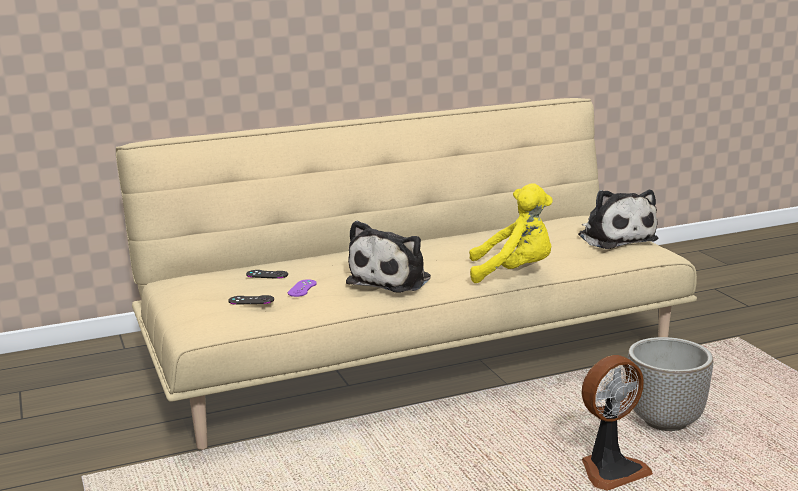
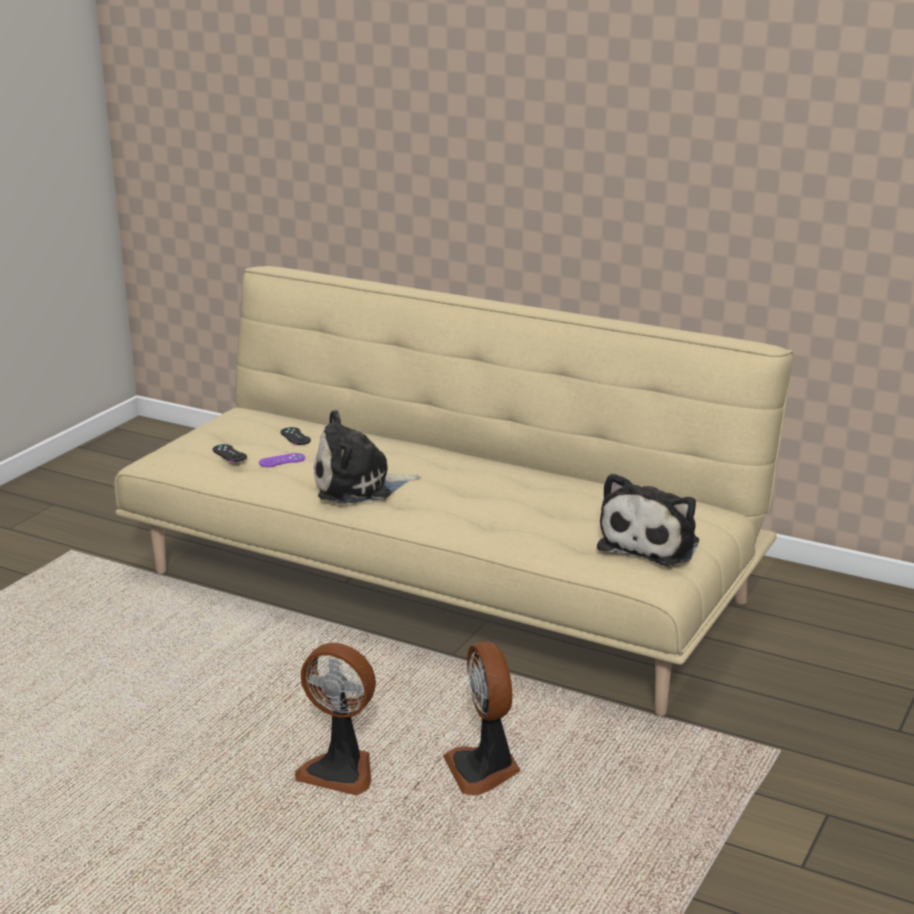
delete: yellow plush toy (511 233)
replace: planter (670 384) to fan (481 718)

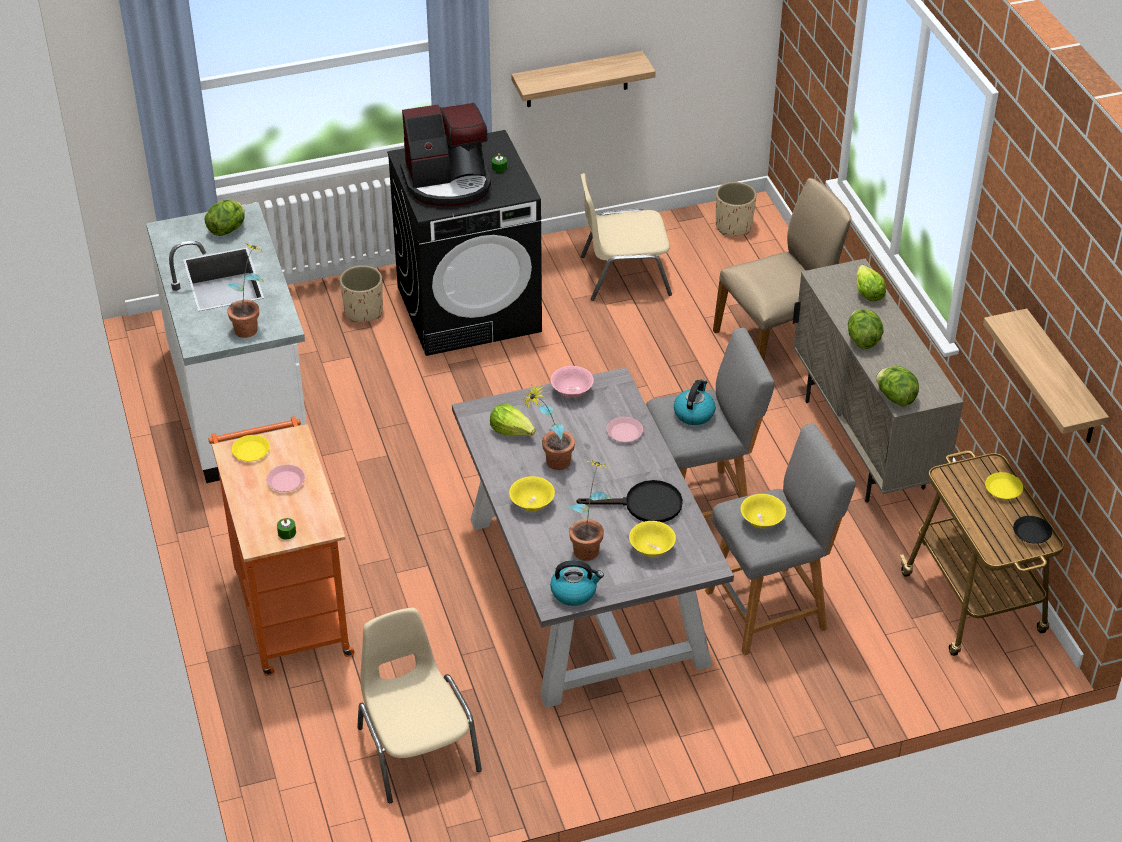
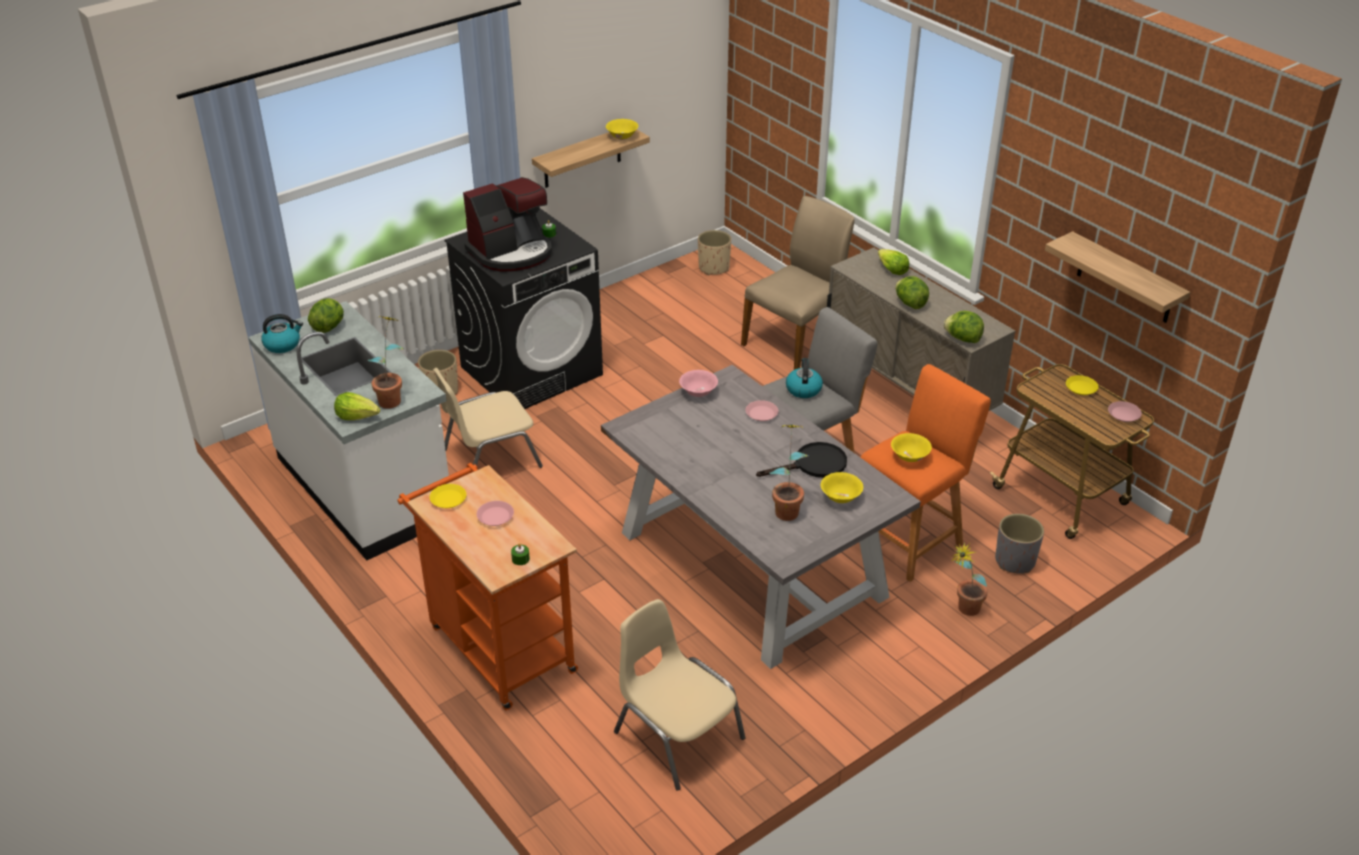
insert: grey planter (1019 544)
move: kettle (577 583) to (282 333); lettuce (513 420) to (357 406); beige chair (626 237) to (488 418); yellow bowl (532 493) to (622 129); potted plant (549 427) to (969 579)
recolor: grey stool (780 539) to orange stool (925 473); black plate (1032 530) to pink plate (1125 411)

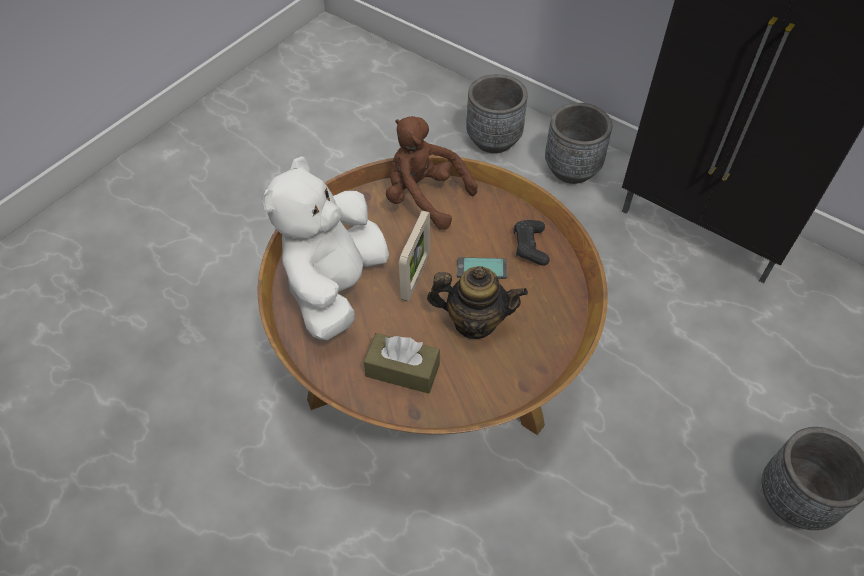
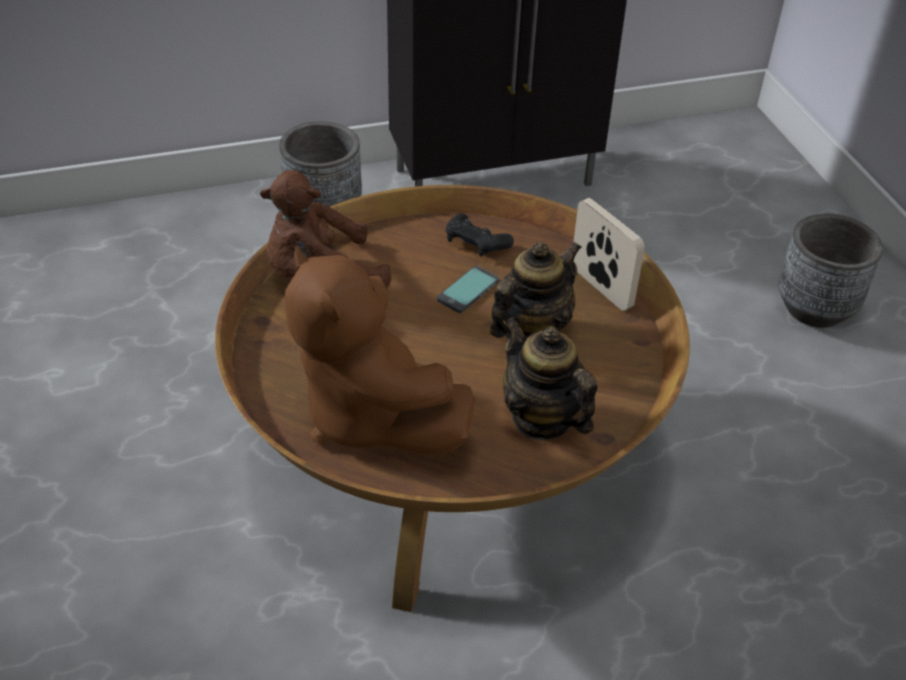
delete: grey planter (497 113)
move: picture frame (414 255) to (609 254)
replace: brown tissue box (402 363) to teapot (550 378)
recolor: white plush toy (325 248) to brown plush toy (380 349)

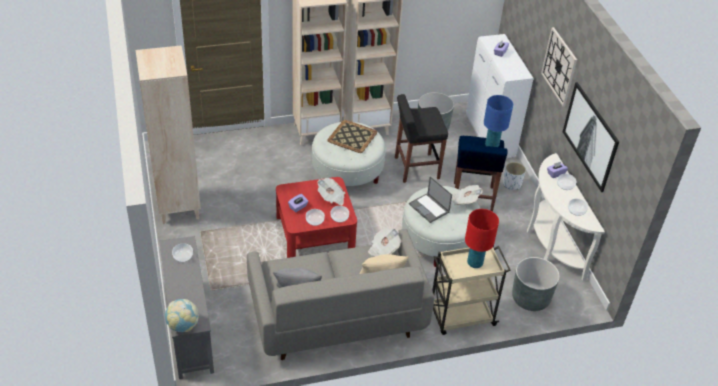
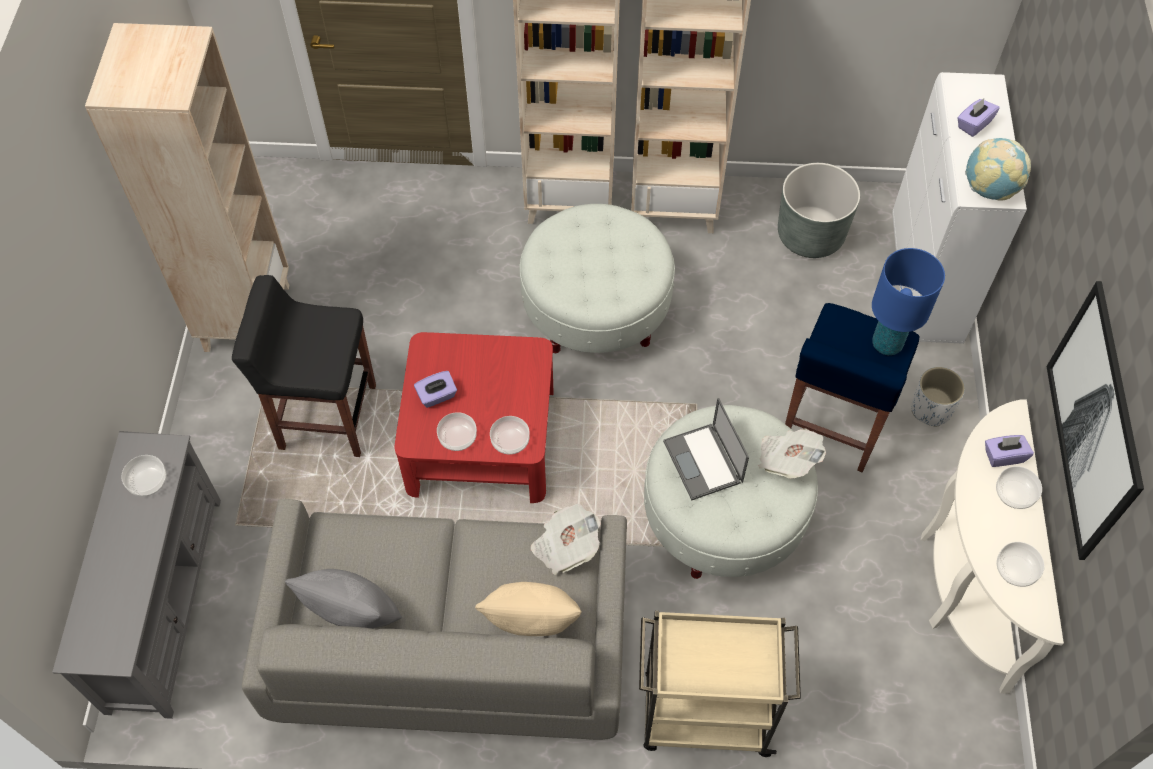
delete: newspaper (331 191); tray (352 136); red table lamp (482 238); grey planter (536 284); wall clock (559 67)
move: black stool (421 138) to (304 366); globe (182 315) to (998 169)

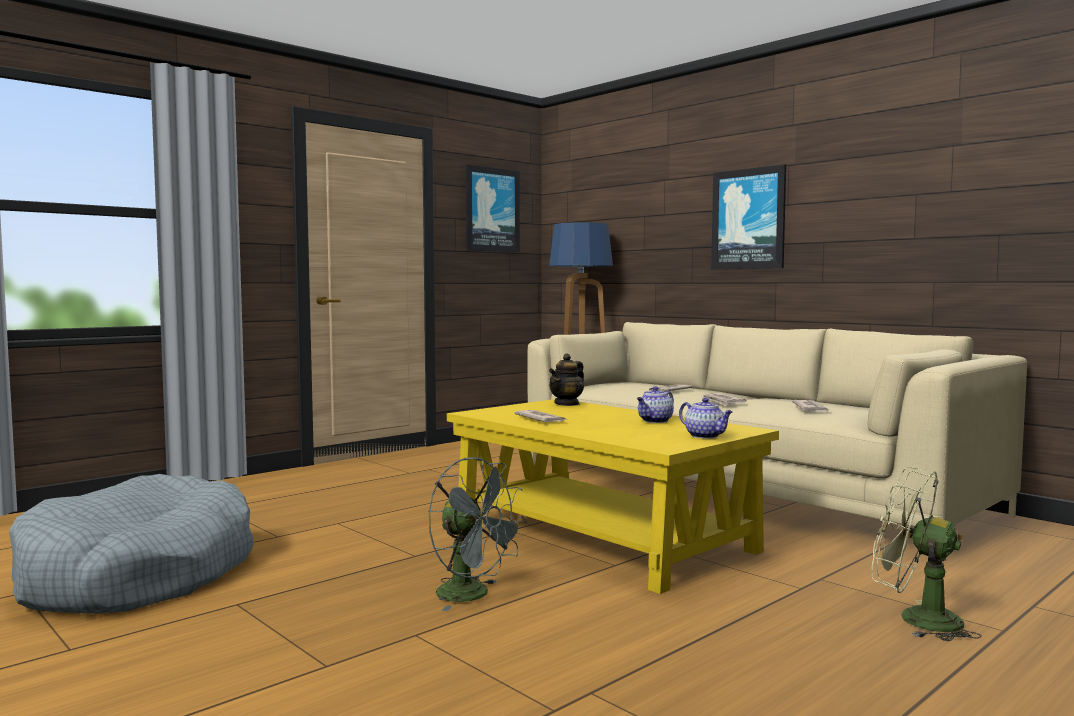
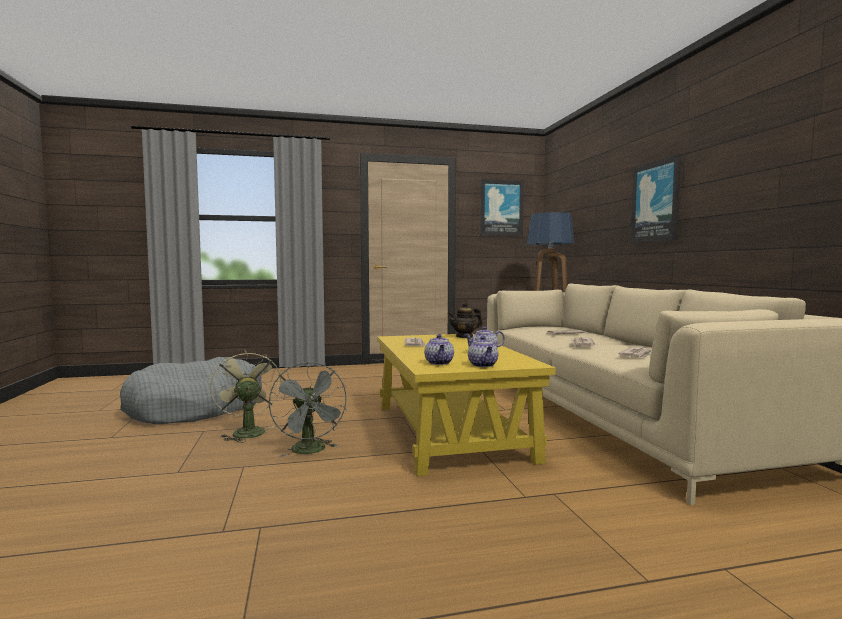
insert: teapot (439 349)
move: green fan (926 554) to (246 396)

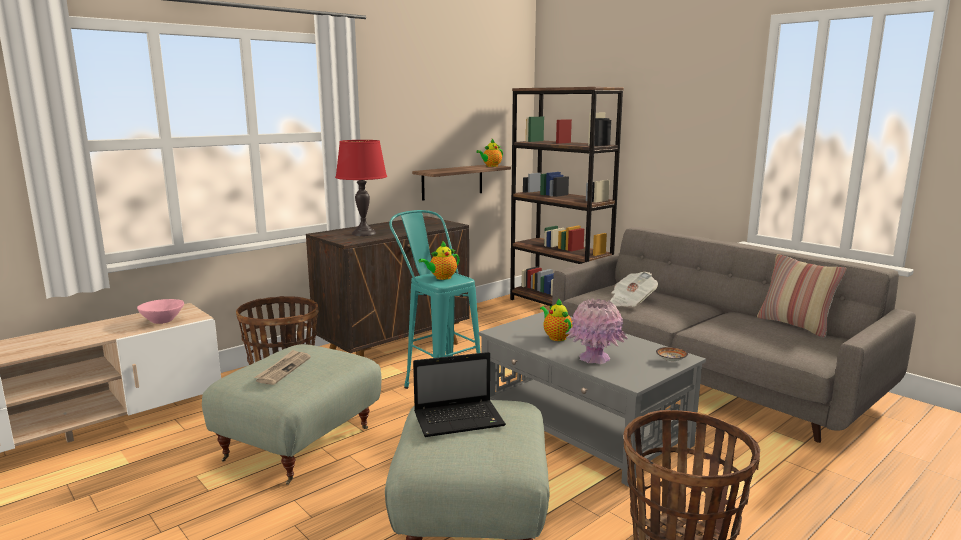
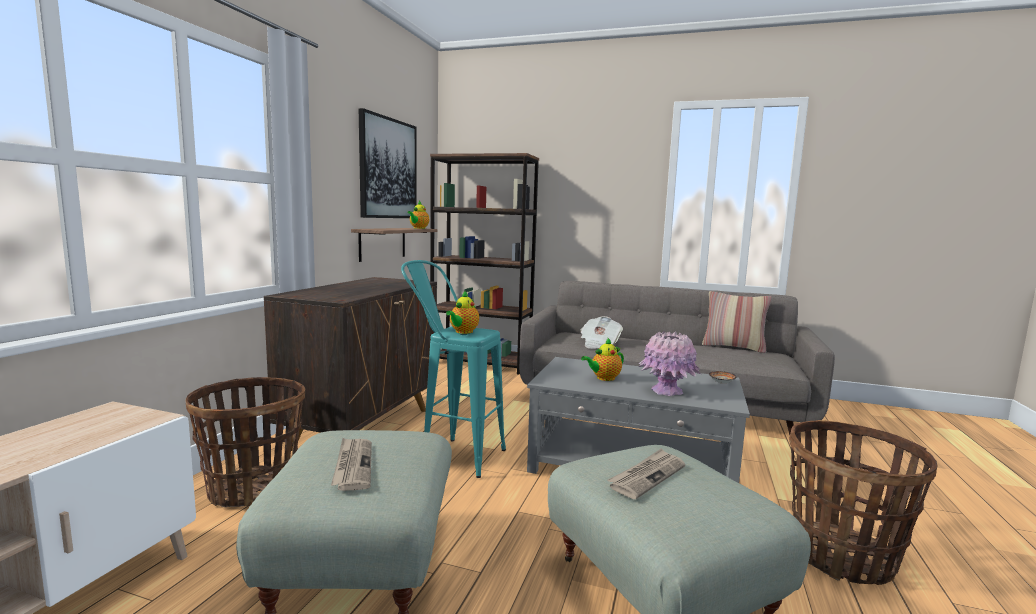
delete: pink bowl (160 311); red table lamp (361 188)
insert: picture (388 163)
replace: laptop (459 394) to newspaper (646 473)
rotate: teapot (556 320) = (602 359) 60 degrees counterclockwise

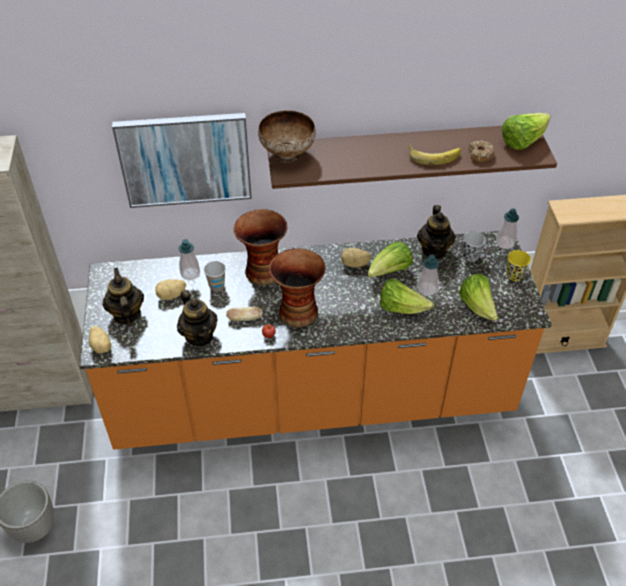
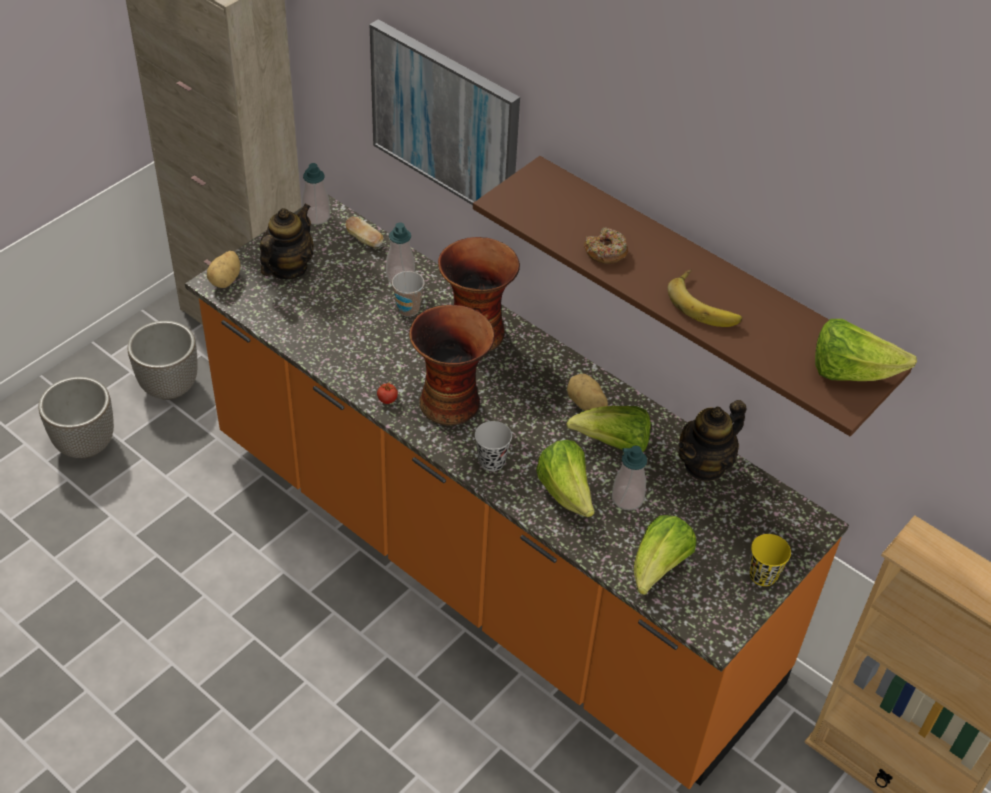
delete: potato (170 289); teapot (197 318); bowl (287 136)
insert: planter (162 360)
move: soap dispenser (507 228) to (316 194); bread (244 314) to (364 232); black cup (474 246) to (493 446); donut (481 151) to (606 245)

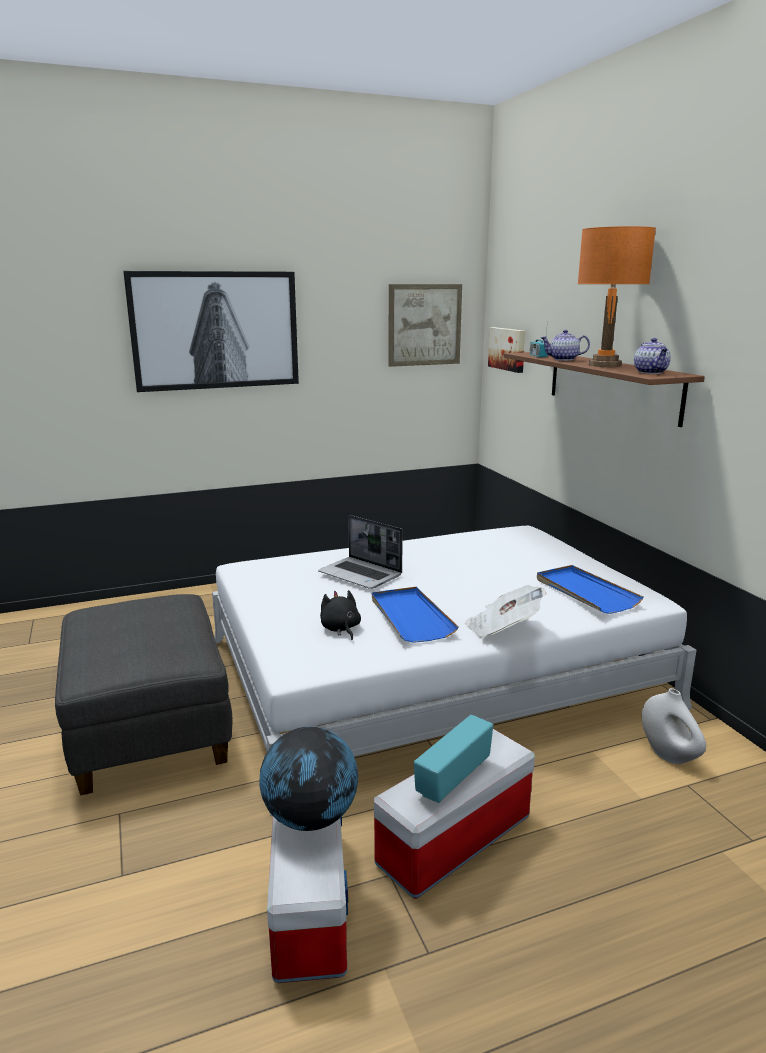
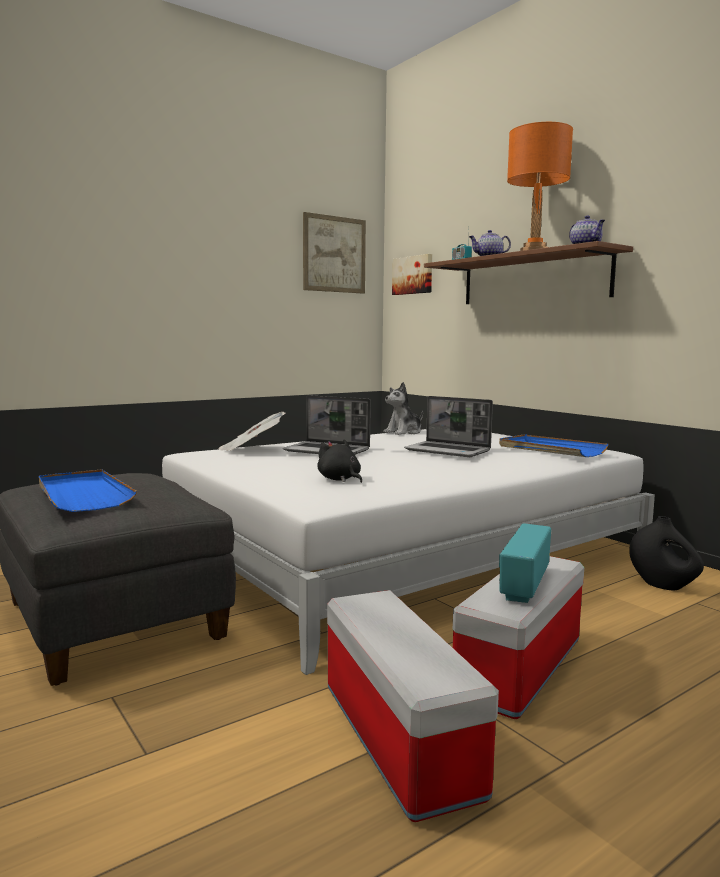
delete: picture (211 331); globe (308 778)
insert: plush toy (403 408); laptop (448 426)
move: blue tray (415 615) to (88 490); newspaper (506 611) to (252 431)
recolor: white vase (674 726) to black vase (666 553)

